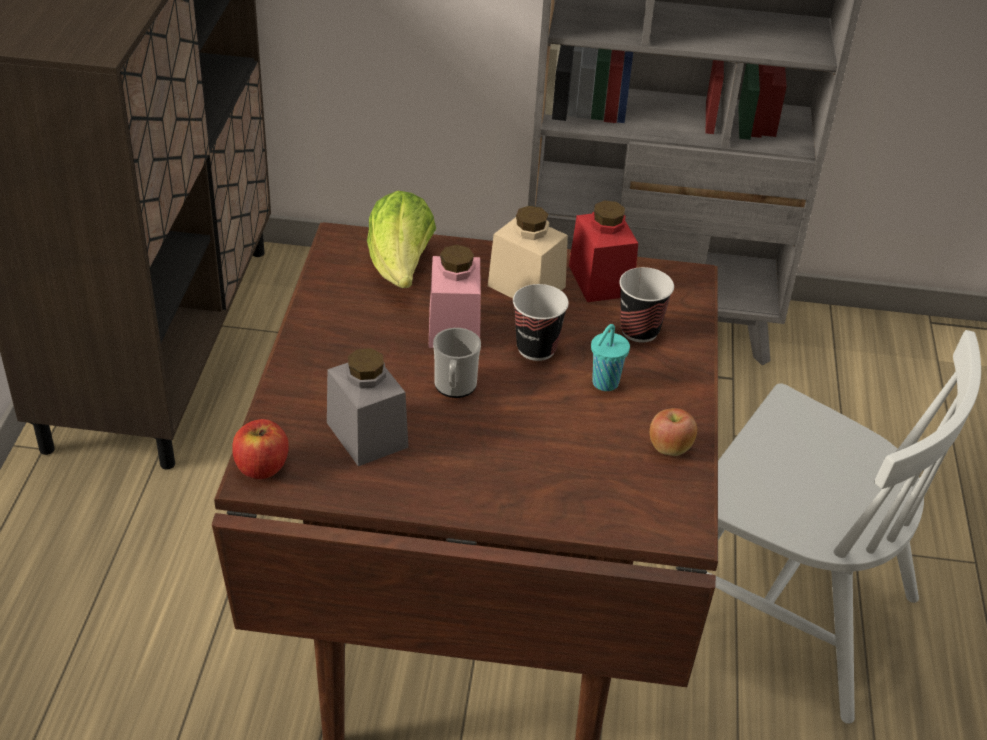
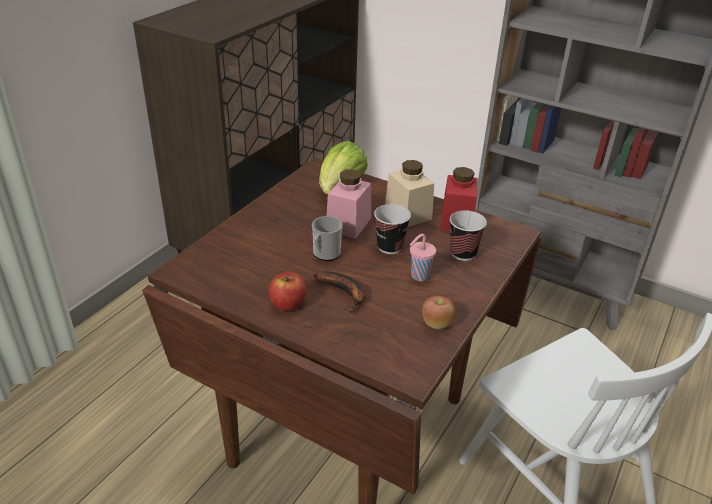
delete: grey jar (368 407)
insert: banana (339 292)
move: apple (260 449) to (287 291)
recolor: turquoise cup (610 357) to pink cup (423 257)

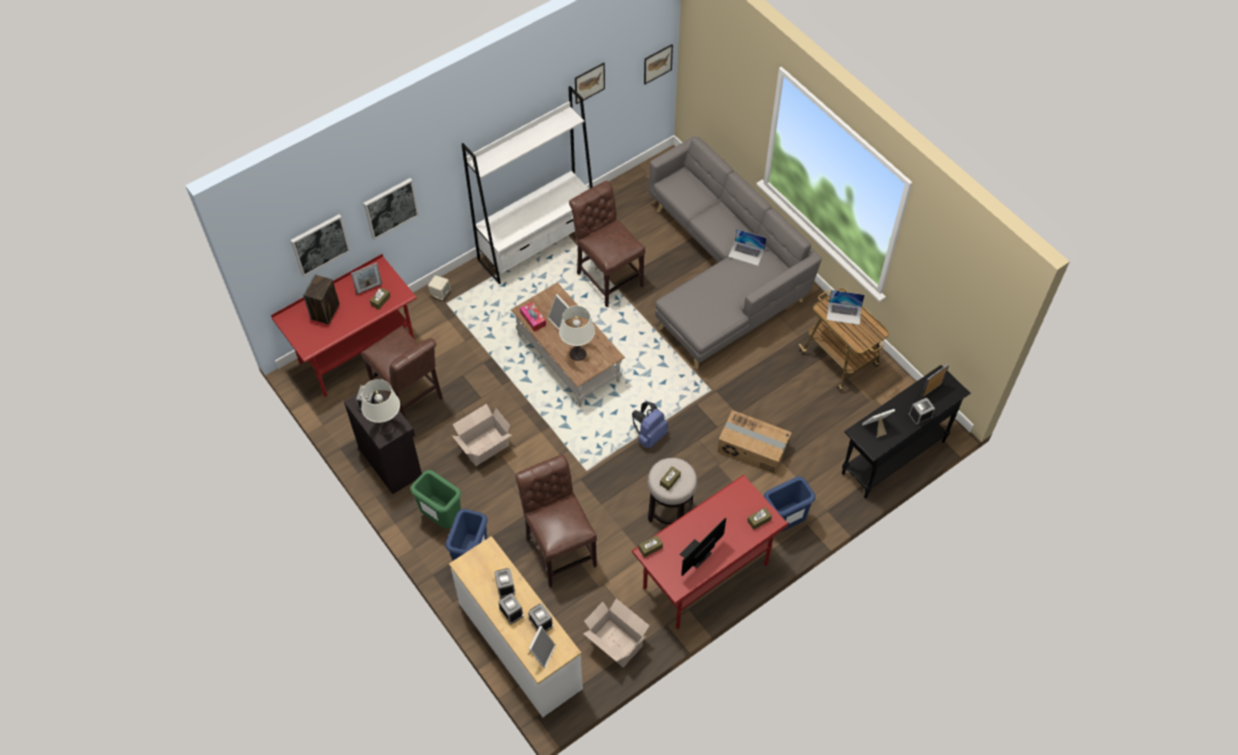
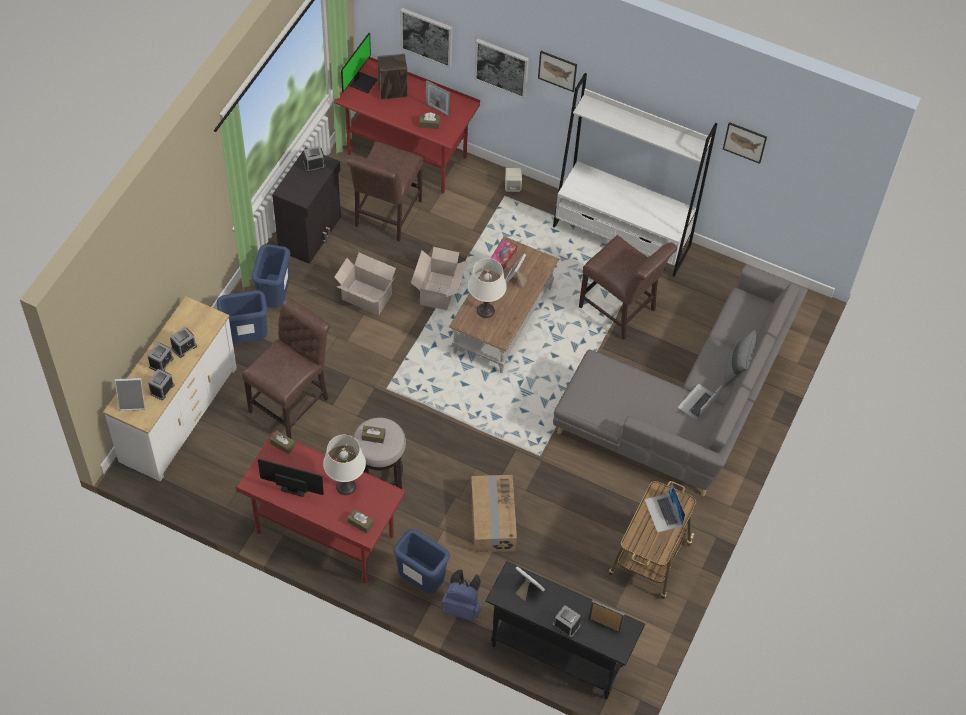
insert: monitor (359 63); grey pillow (739 358)
move: white table lamp (380 407) to (344 465); cardboard box (616 633) to (439 278); blue backpack (650 424) to (461 595); picture (658 64) to (557 71)
recolor: green trash can (435 499) to blue trash can (271 276)
rotate: brown chair (607 244) = (628 287) 105 degrees clockwise; laptop (747 247) = (699 402) 45 degrees clockwise

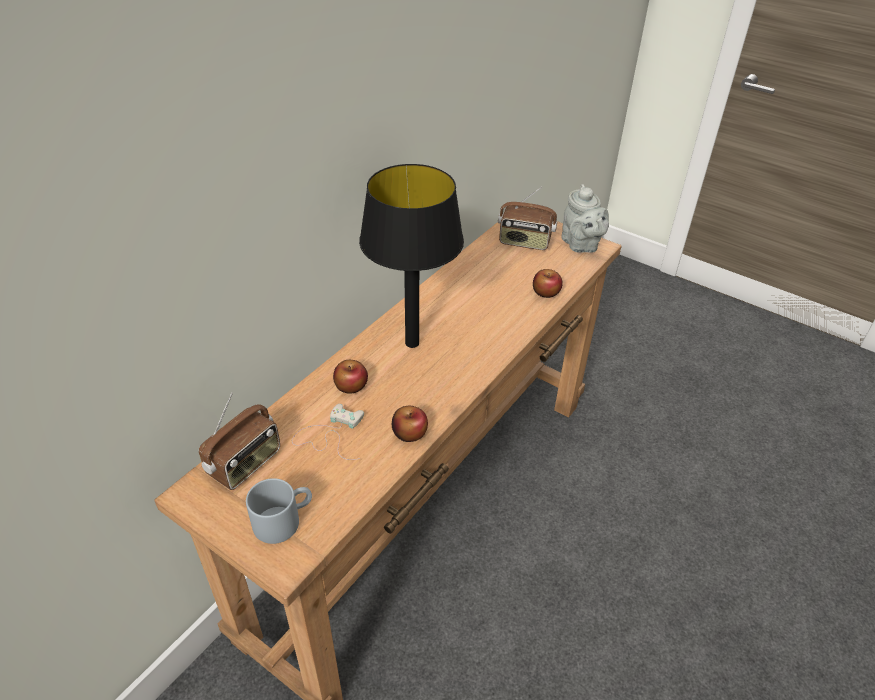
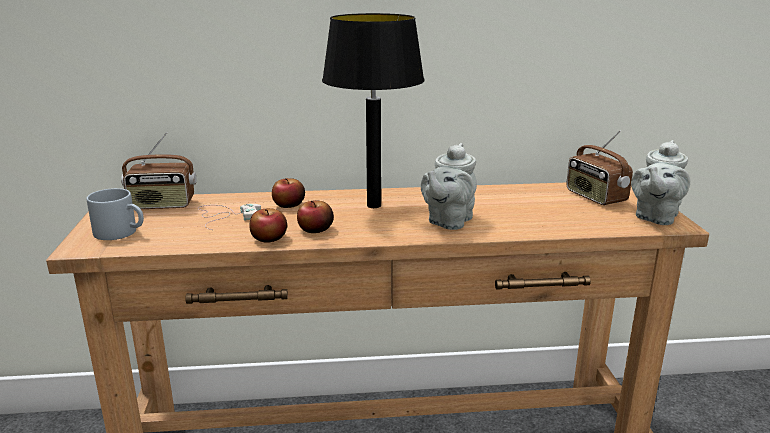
insert: grey teapot (449 186)
move: apple (548 283) to (315 216)

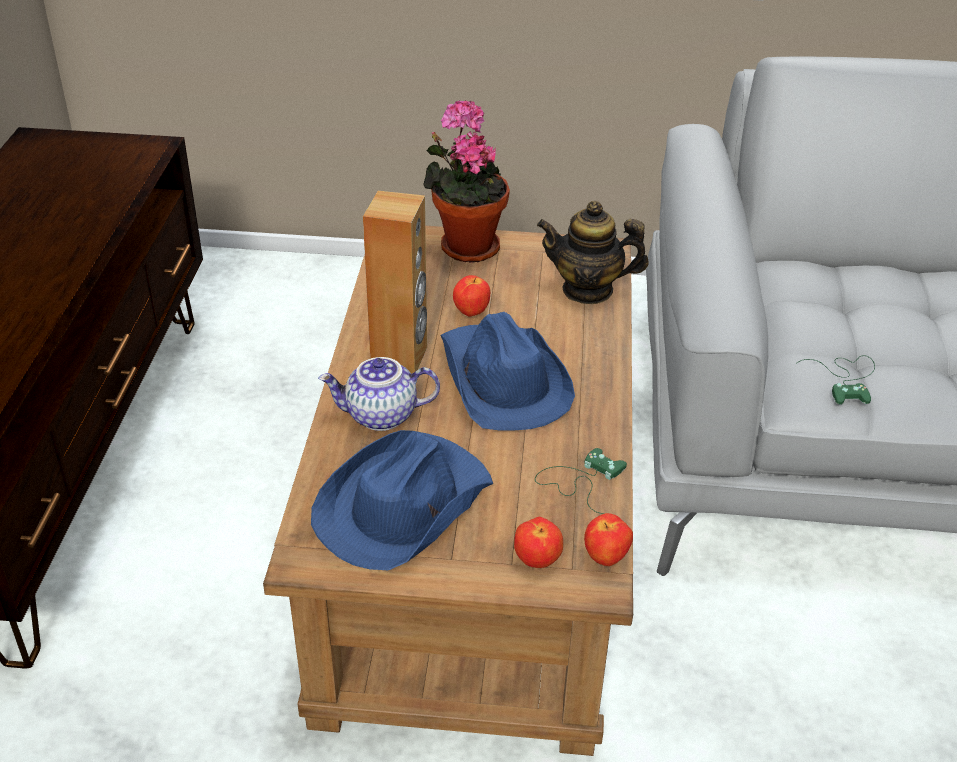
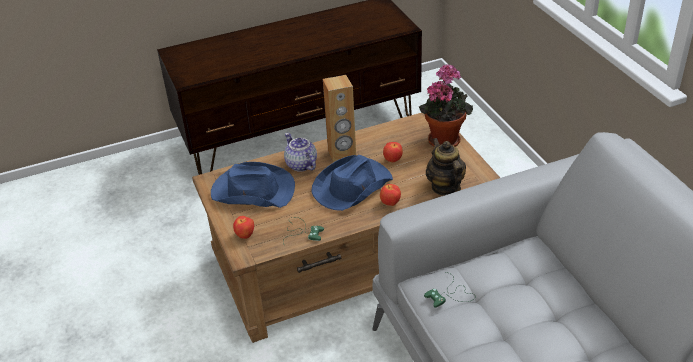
move: apple (608 539) to (390 195)

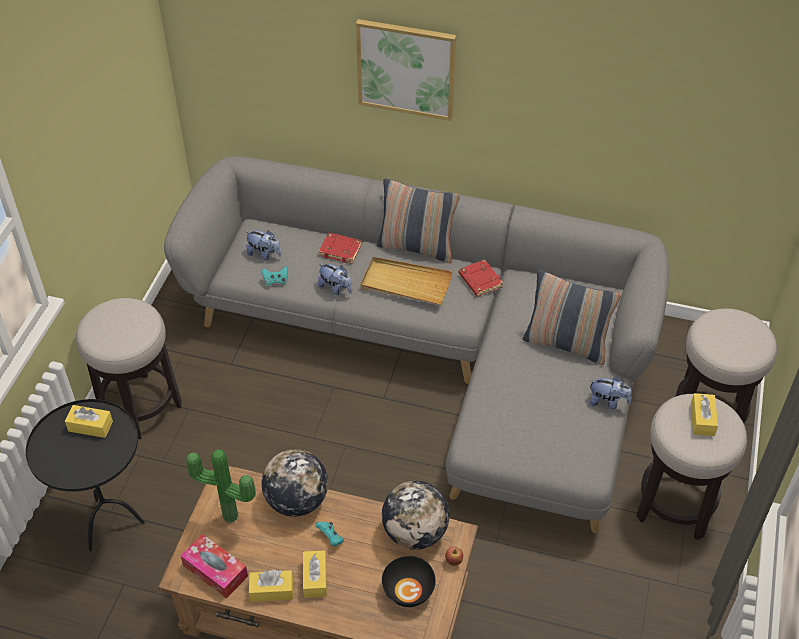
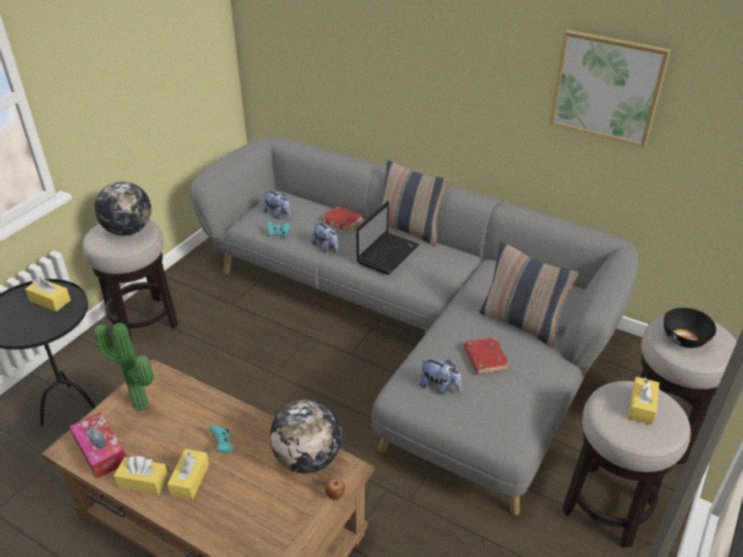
move: globe (295 483) to (122 208); plush toy (611 393) to (441 377); red book (481 278) to (487 355); picture (406 70) to (610 89); black bowl (409 581) to (690 328)
replace: beige tray (406 281) to laptop (388 238)

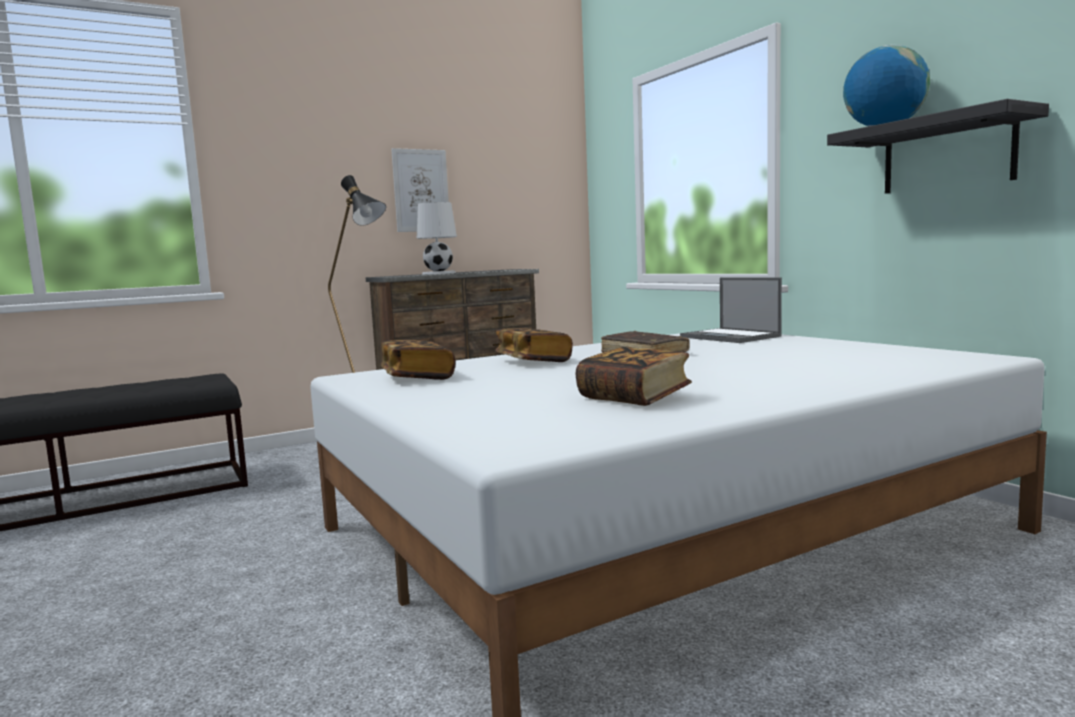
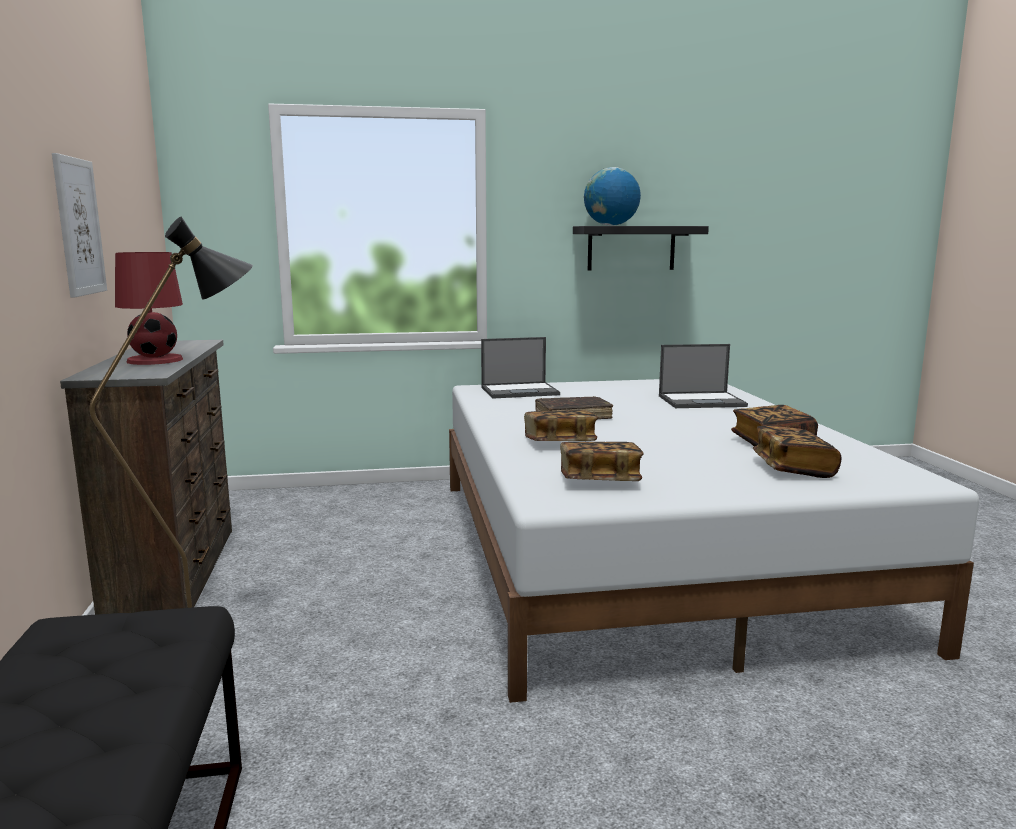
insert: laptop (703 376); book (797 452)
recolor: white table lamp (437 238) to red table lamp (149 308)

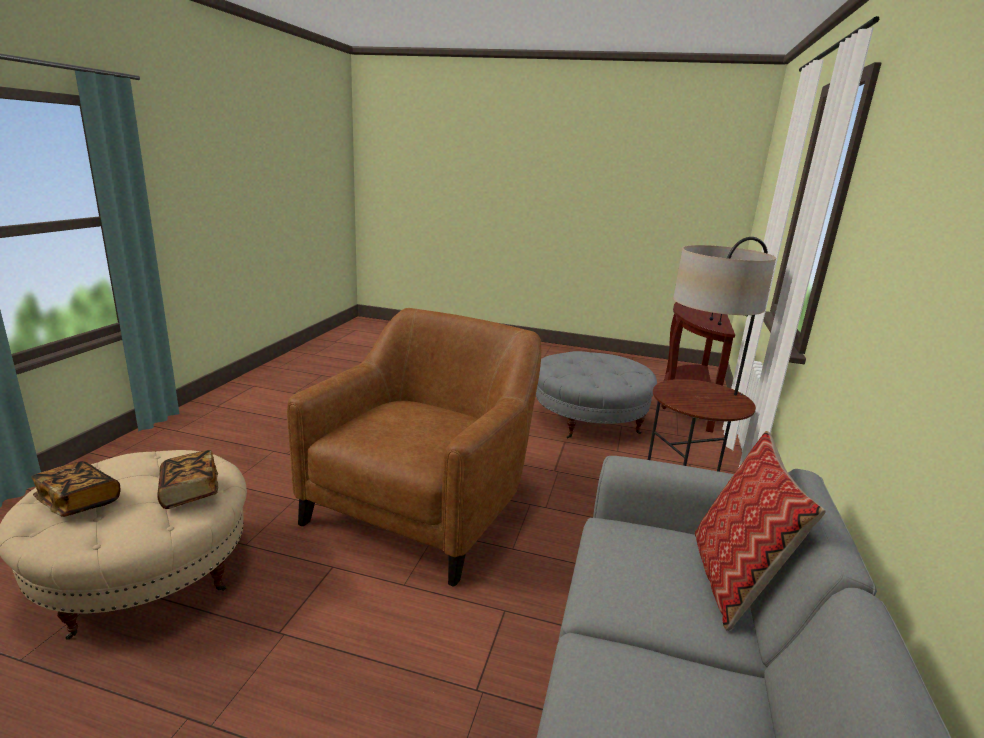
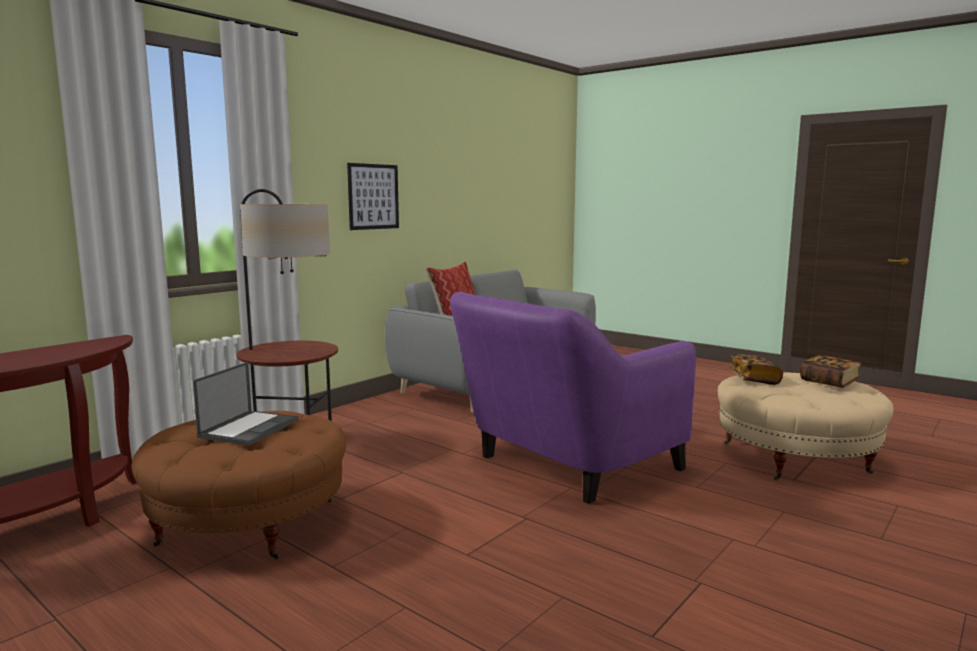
insert: laptop (246 403); picture (373 196)
recolor: grey ottoman (596 394) to brown ottoman (238 485); brown armchair (414 447) to purple armchair (573 398)

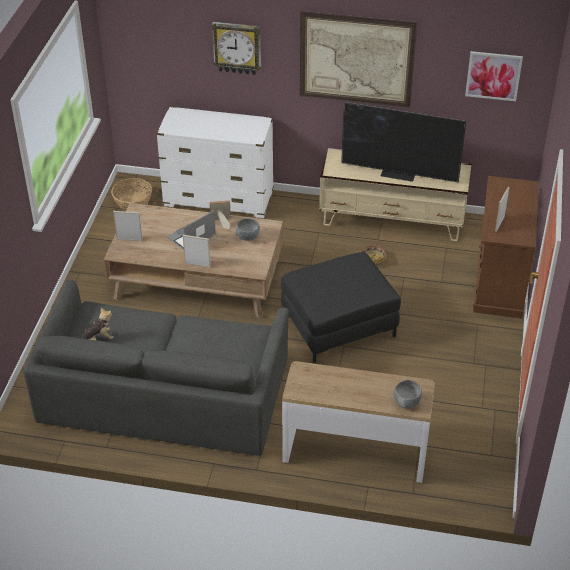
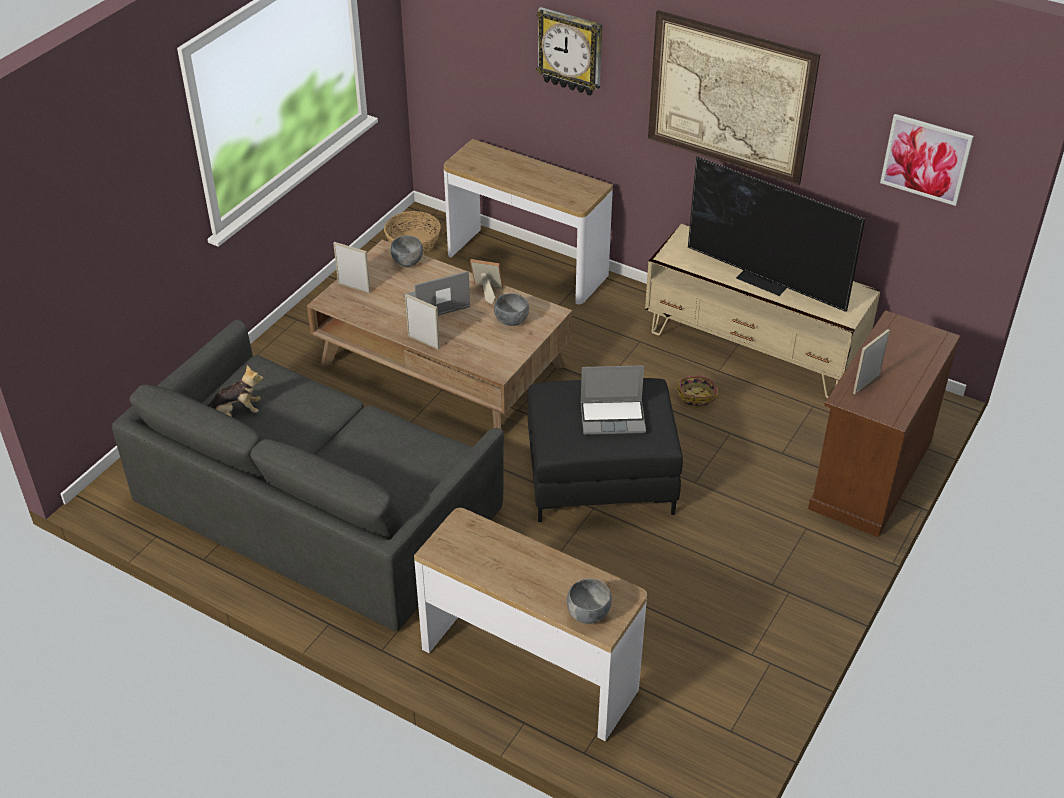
insert: grey bowl (407 251); laptop (613 400)
replace: white dresser (215 162) to console table (528 221)

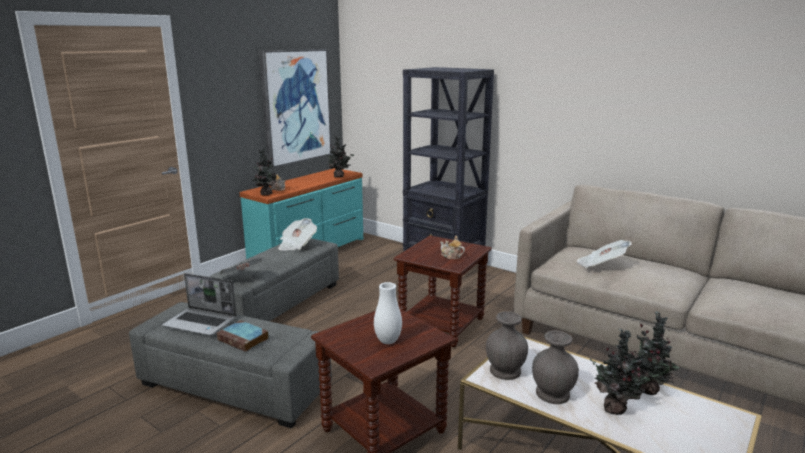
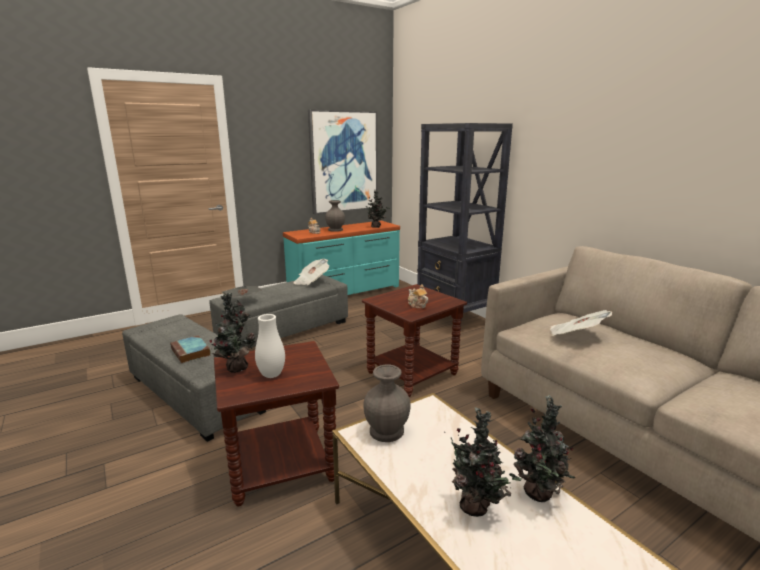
delete: laptop (199 304)
move: potted plant (264 172) to (233 332); grey vase (555 367) to (335 216)

